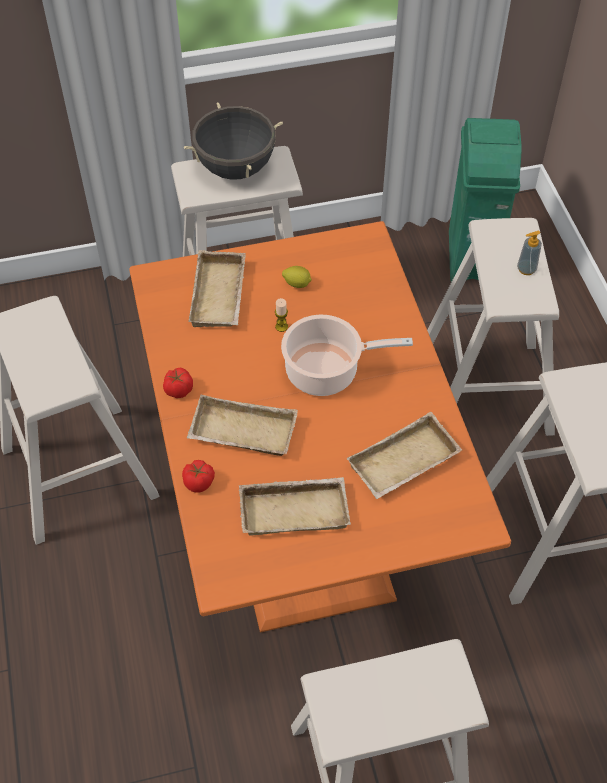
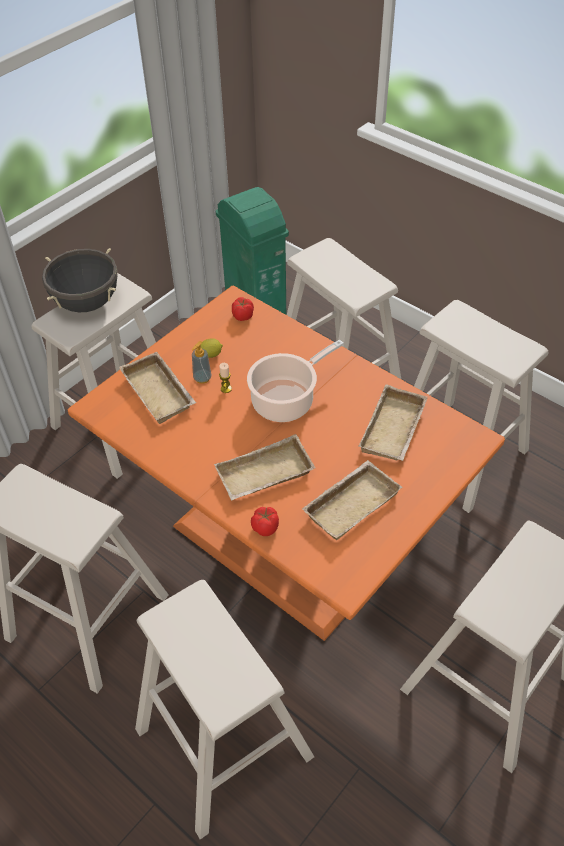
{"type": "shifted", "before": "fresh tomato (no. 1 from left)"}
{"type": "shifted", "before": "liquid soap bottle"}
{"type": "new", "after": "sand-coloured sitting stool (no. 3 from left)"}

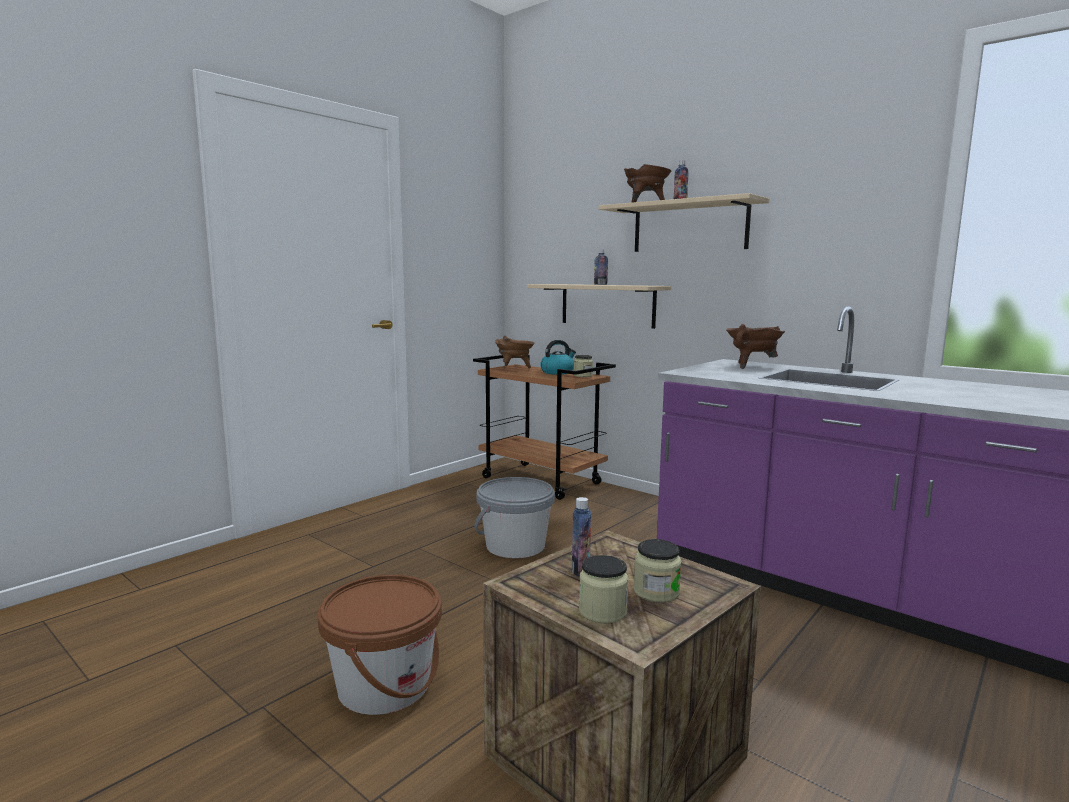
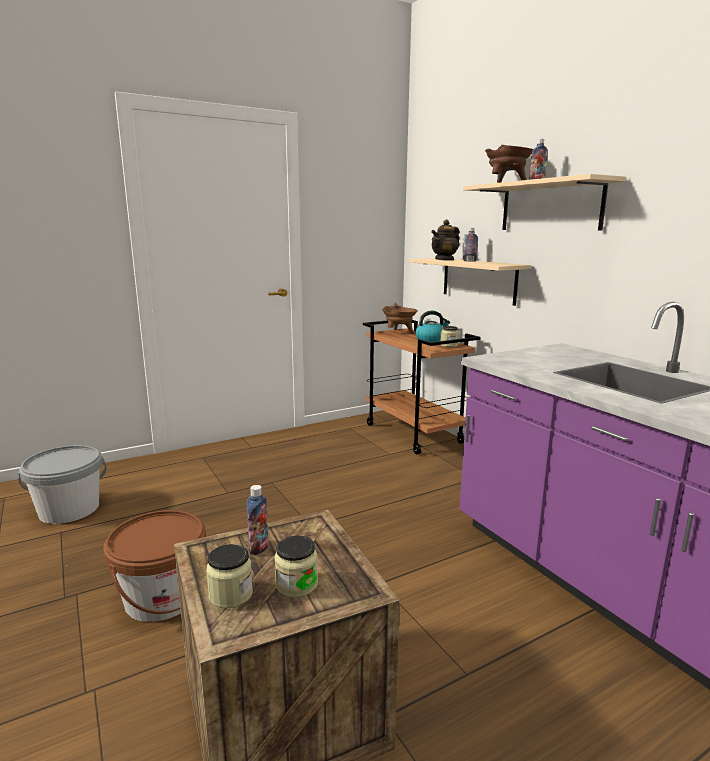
{"type": "shifted", "before": "greyish pail"}
{"type": "gone", "before": "brown stockpot (no. 3 from left)"}
{"type": "new", "after": "tea pot"}

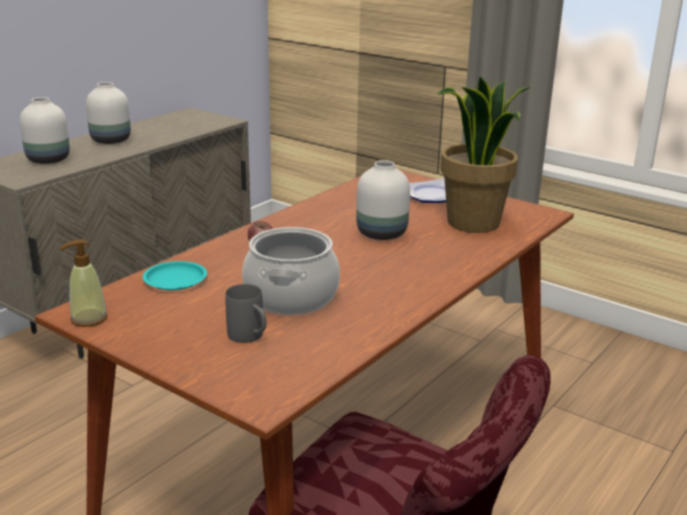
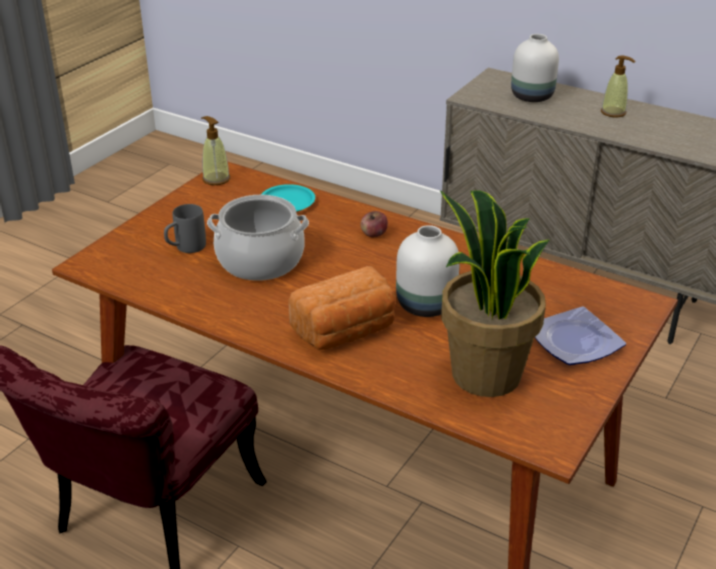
{"type": "swapped", "before": "whitish decorative vase (no. 2 from left)", "after": "liquid soap bottle (no. 2 from left)"}
{"type": "new", "after": "baked bread"}

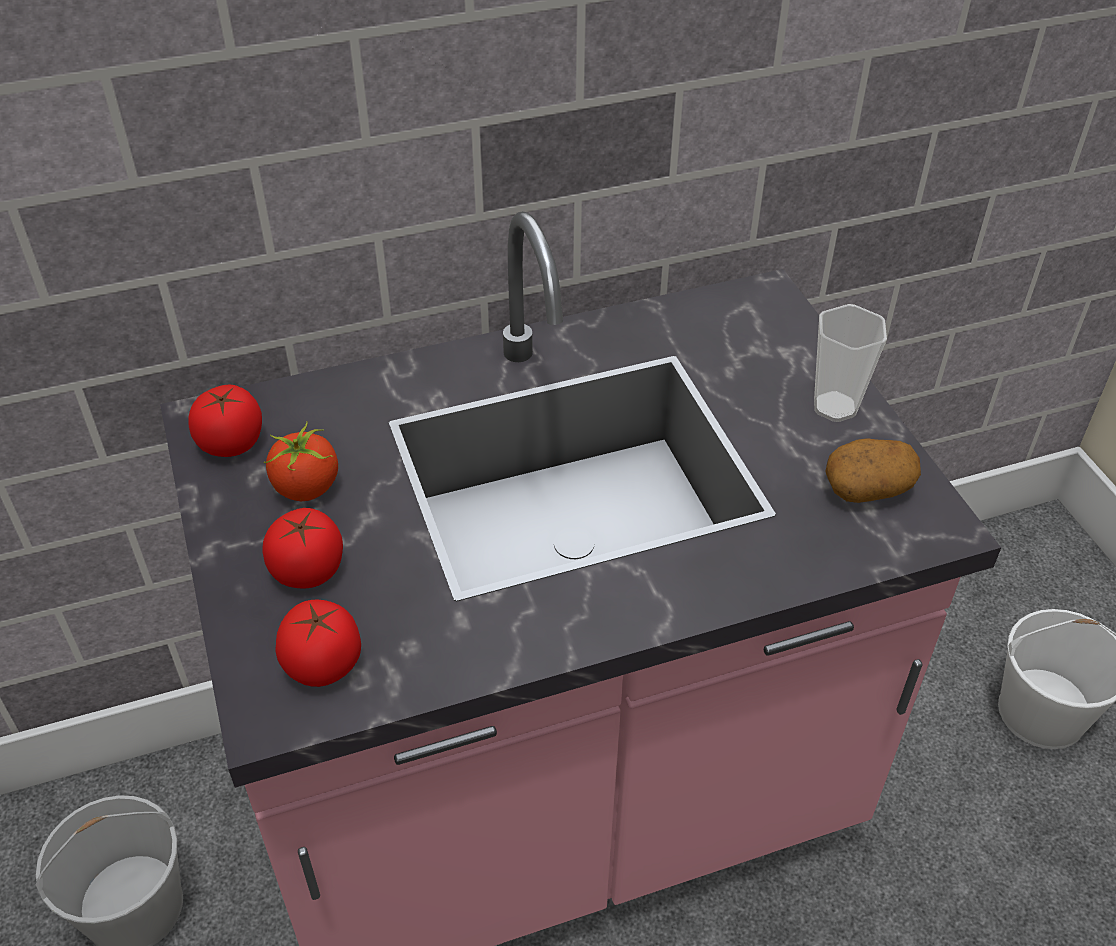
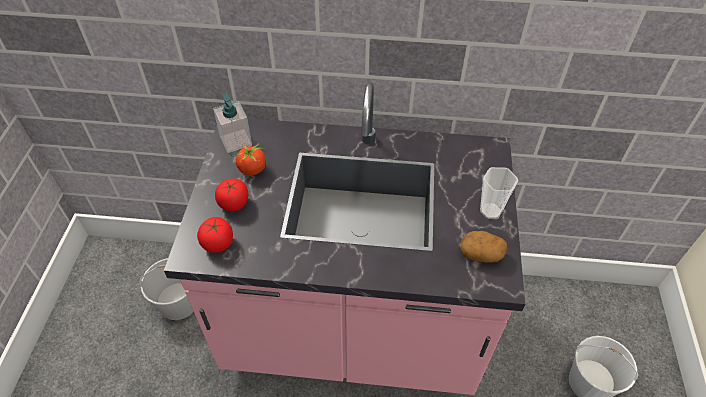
{"type": "swapped", "before": "fresh tomato (no. 1 from left)", "after": "liquid soap bottle"}

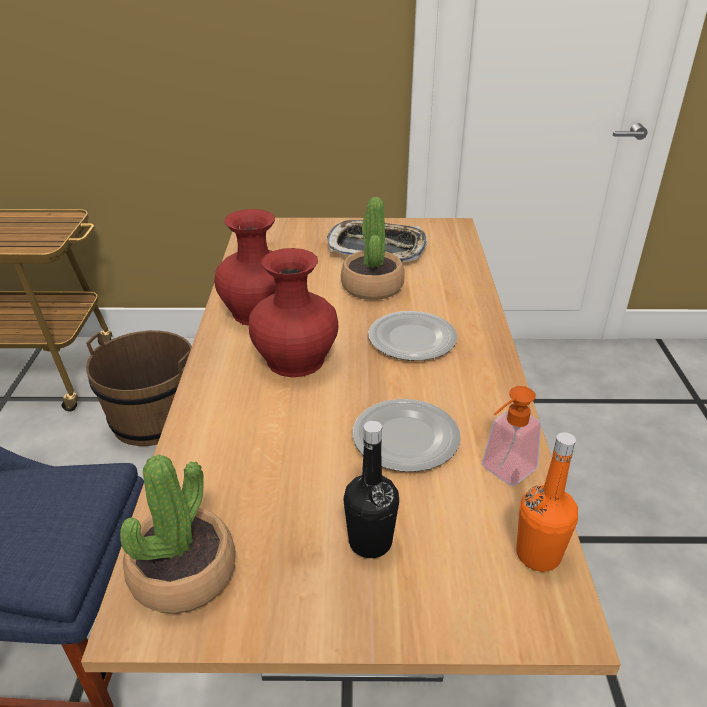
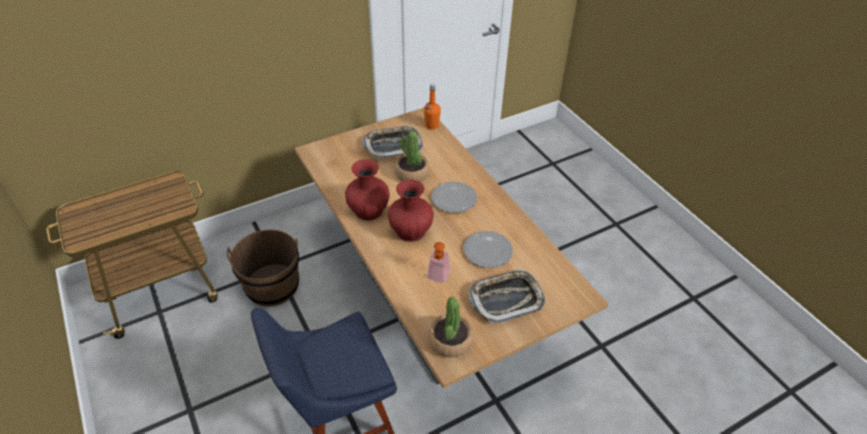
{"type": "swapped", "before": "blackish bottle", "after": "tray (no. 2 from left)"}
{"type": "shifted", "before": "liquid soap bottle"}
{"type": "shifted", "before": "orange-coloured bottle"}

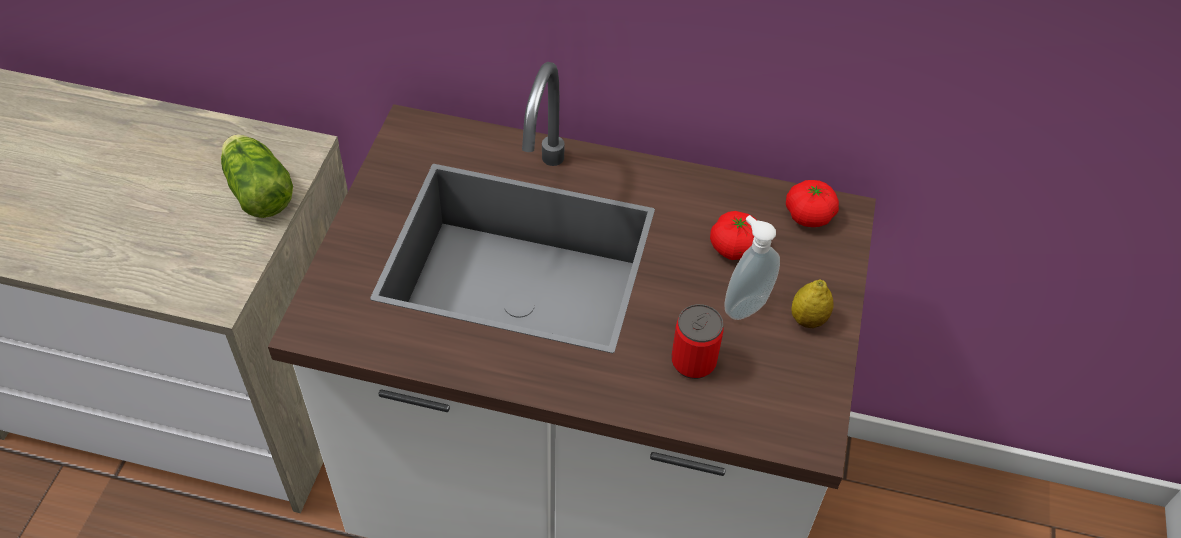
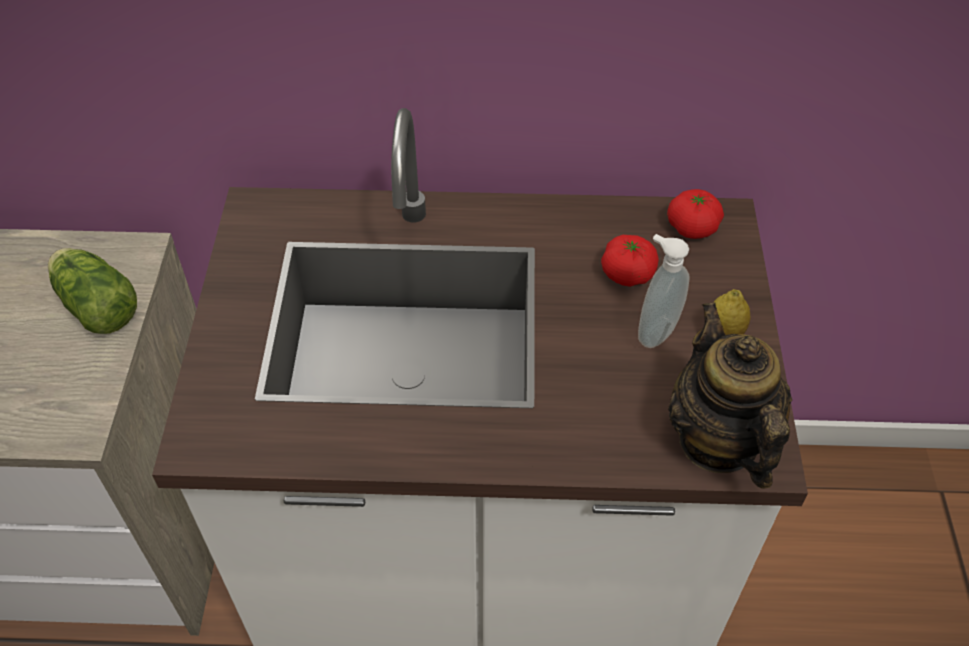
{"type": "gone", "before": "metal can"}
{"type": "new", "after": "tea pot"}

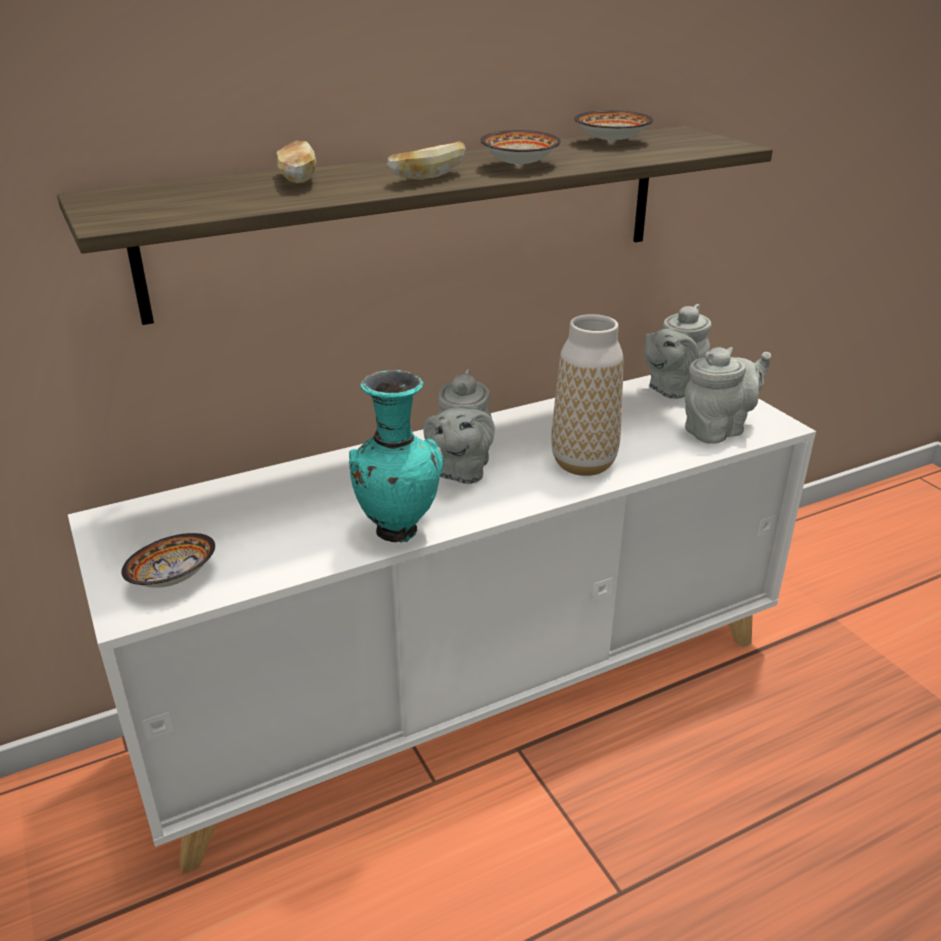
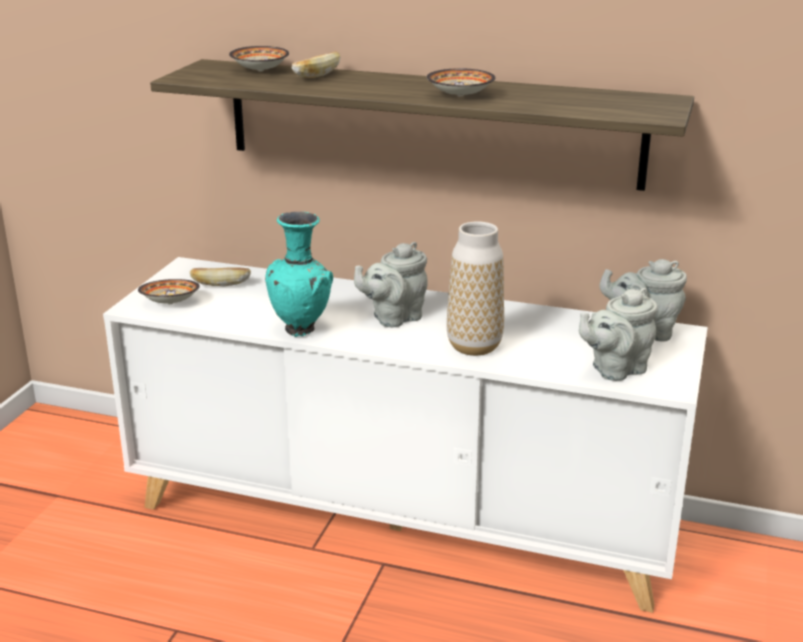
{"type": "shifted", "before": "baked bread (no. 2 from left in the first image)", "after": "baked bread (no. 1 from left)"}
{"type": "shifted", "before": "deep dish (no. 3 from left in the first image)", "after": "deep dish (no. 2 from left)"}
{"type": "rotated", "before": "greyish tea pot (no. 3 from left in the first image)", "turn": 135}

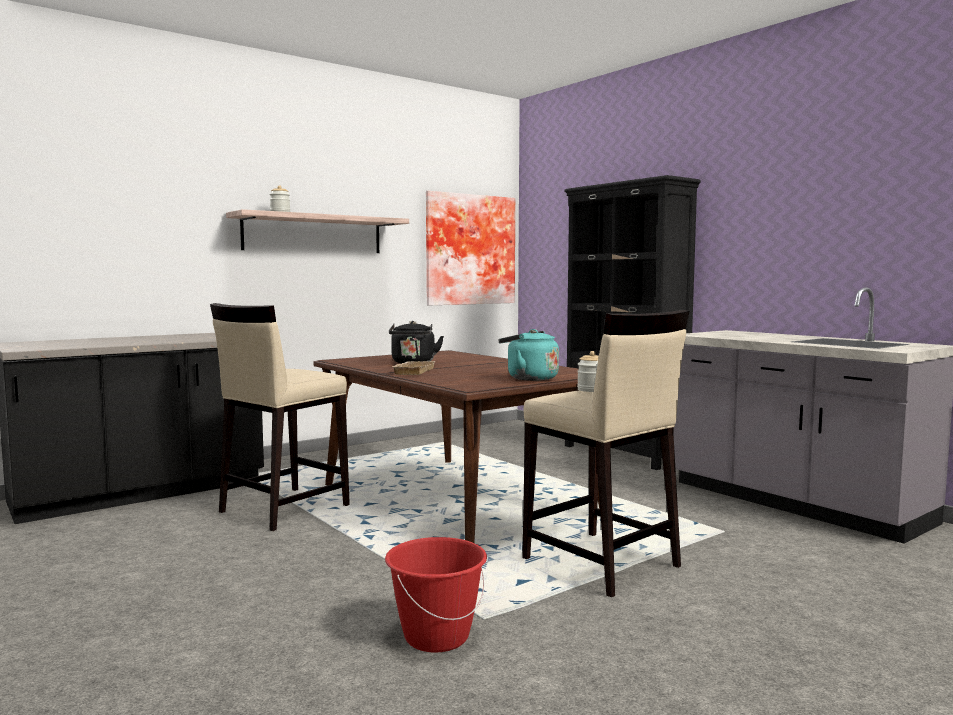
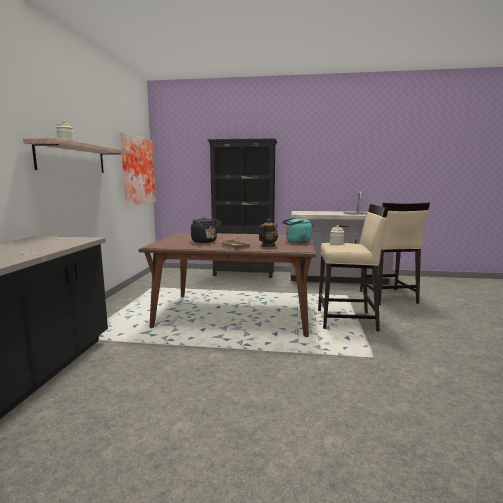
{"type": "shifted", "before": "sand-coloured sitting stool (no. 1 from left in the first image)", "after": "sand-coloured sitting stool (no. 2 from left)"}
{"type": "gone", "before": "red pail"}
{"type": "new", "after": "tea pot"}

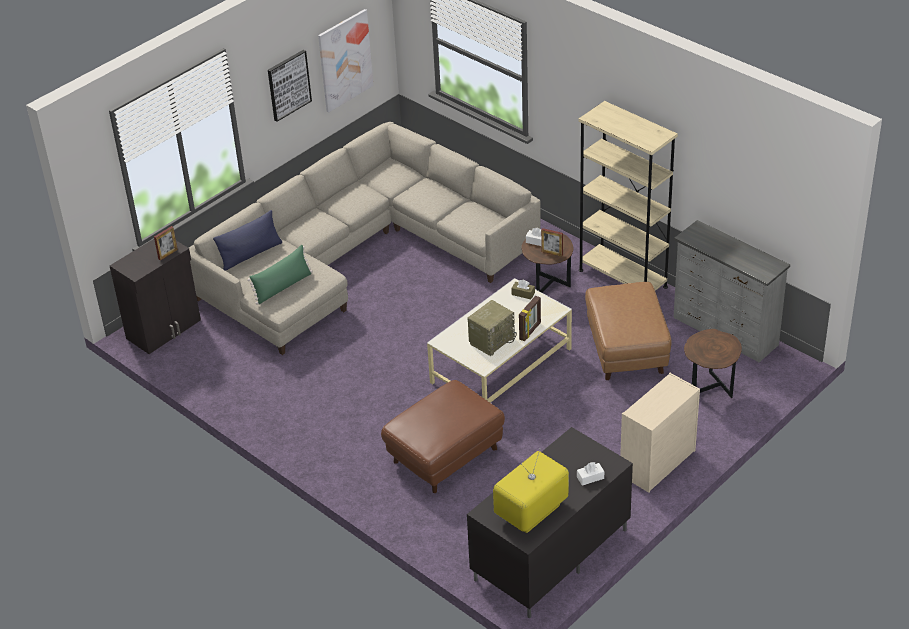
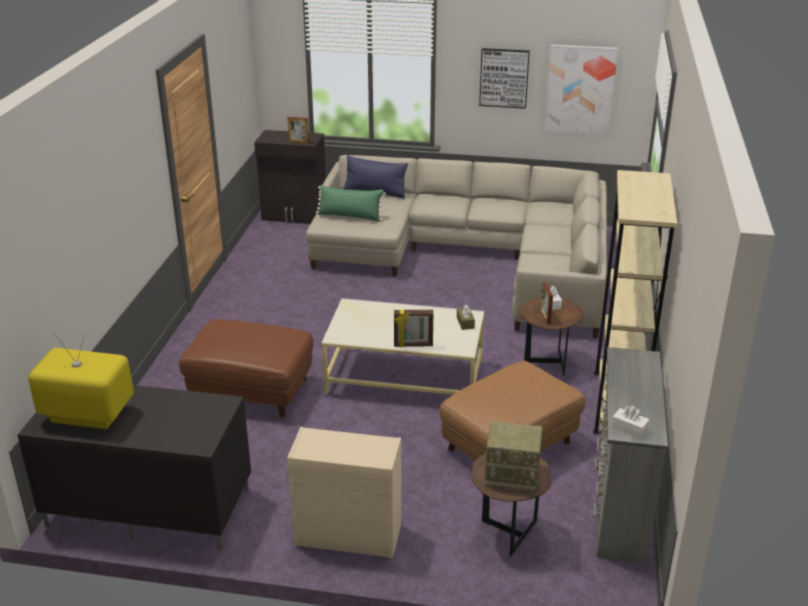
{"type": "shifted", "before": "radio"}
{"type": "shifted", "before": "whitish tissue holder (no. 2 from left)"}

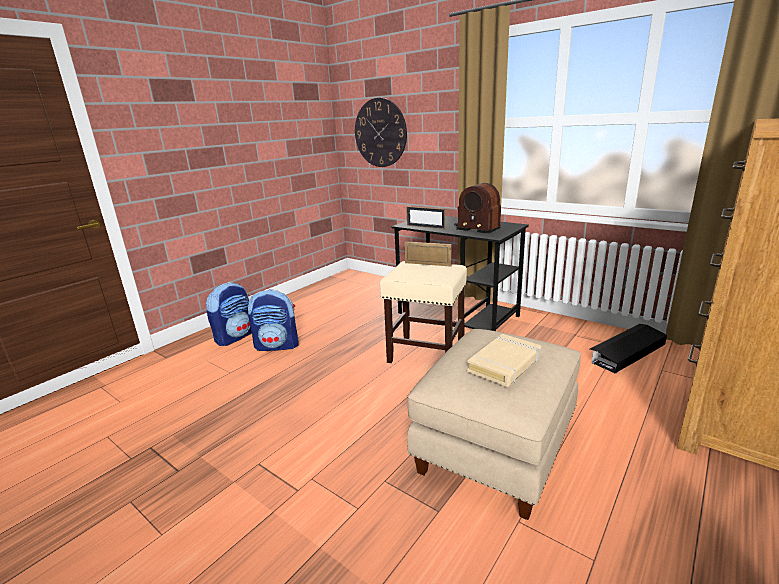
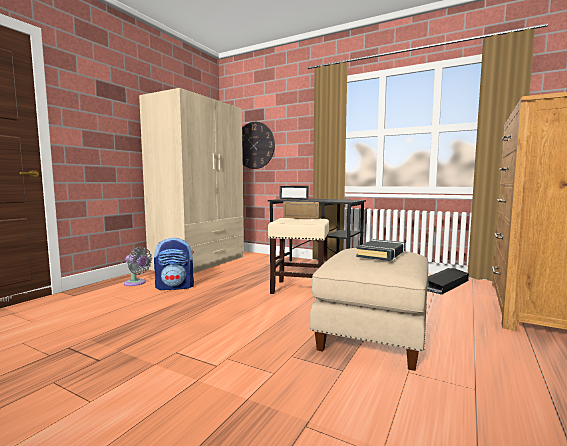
{"type": "swapped", "before": "rucksack (no. 1 from left)", "after": "greyish fan"}
{"type": "gone", "before": "radio"}
{"type": "repainted", "before": "sand-coloured volume", "after": "blackish volume"}
{"type": "new", "after": "sand-coloured clothes cupboard"}

